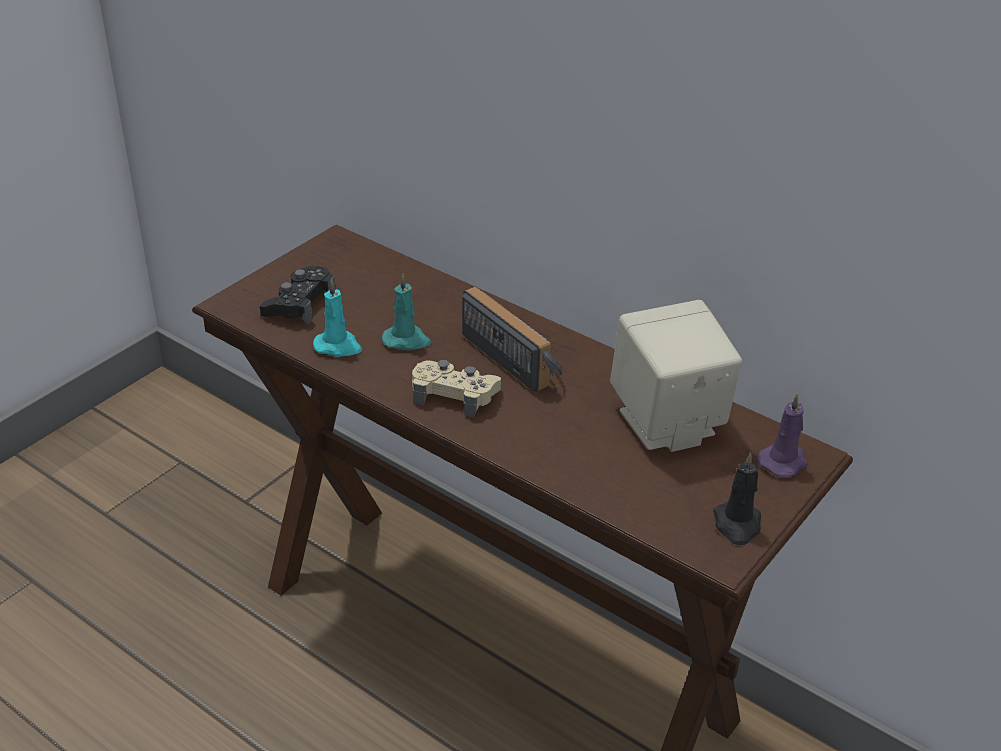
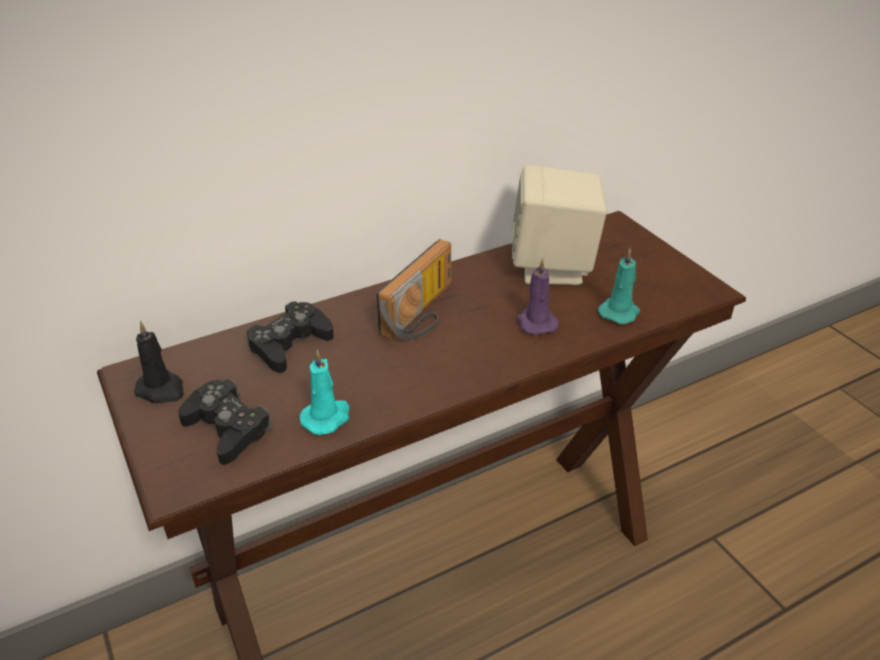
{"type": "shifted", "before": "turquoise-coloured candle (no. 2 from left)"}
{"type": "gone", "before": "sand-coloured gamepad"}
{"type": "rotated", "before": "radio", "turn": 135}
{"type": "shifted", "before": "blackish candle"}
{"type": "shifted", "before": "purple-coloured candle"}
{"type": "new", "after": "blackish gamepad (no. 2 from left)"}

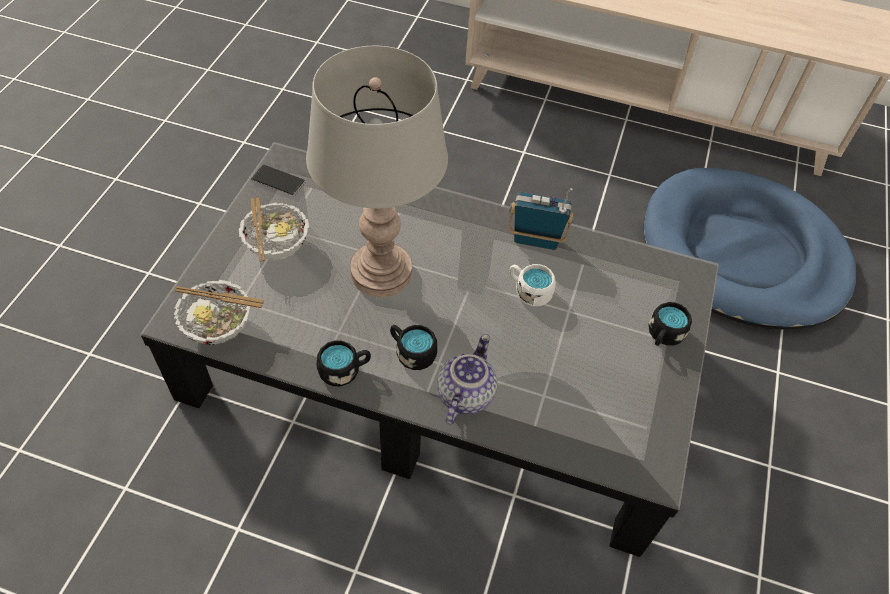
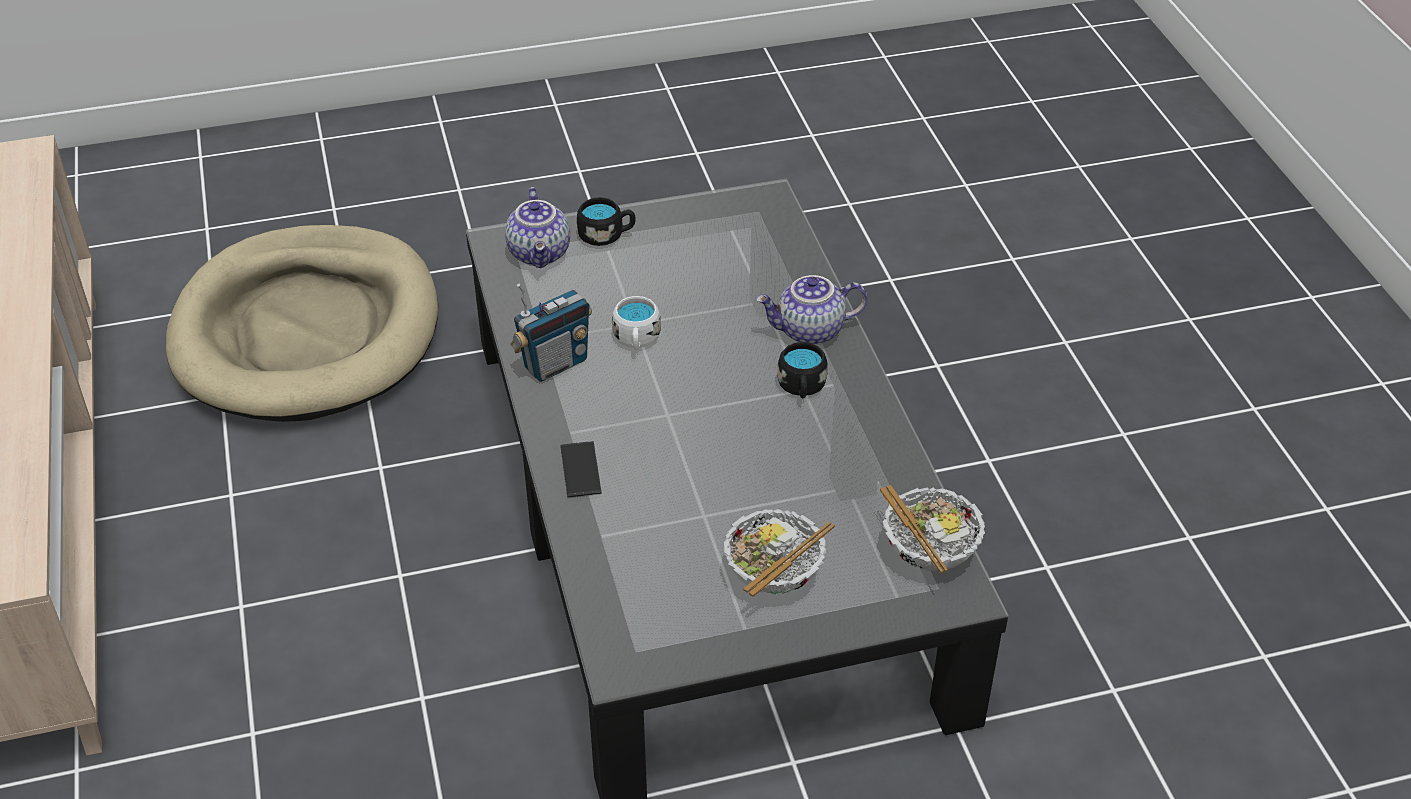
{"type": "shifted", "before": "phone"}
{"type": "gone", "before": "greyish table lamp"}
{"type": "gone", "before": "blackish mug (no. 1 from left)"}
{"type": "rotated", "before": "radio", "turn": -105}
{"type": "repainted", "before": "blue dog cushion", "after": "sand-coloured dog cushion"}
{"type": "new", "after": "tea pot (no. 1 from left)"}

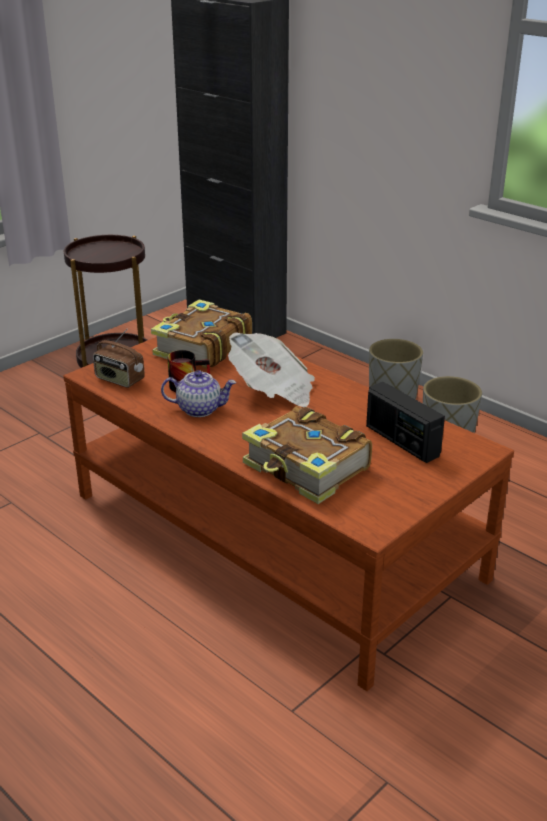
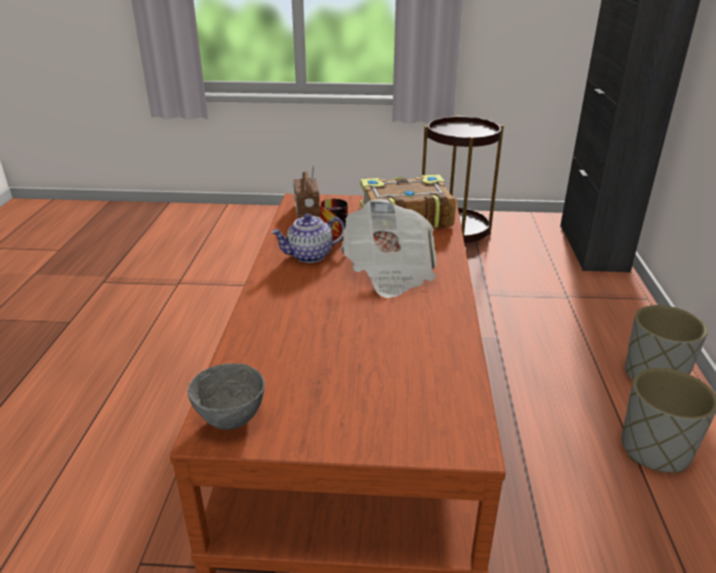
{"type": "rotated", "before": "tea pot", "turn": 105}
{"type": "gone", "before": "volume (no. 2 from left)"}
{"type": "gone", "before": "radio (no. 2 from left)"}
{"type": "new", "after": "greyish deep dish"}

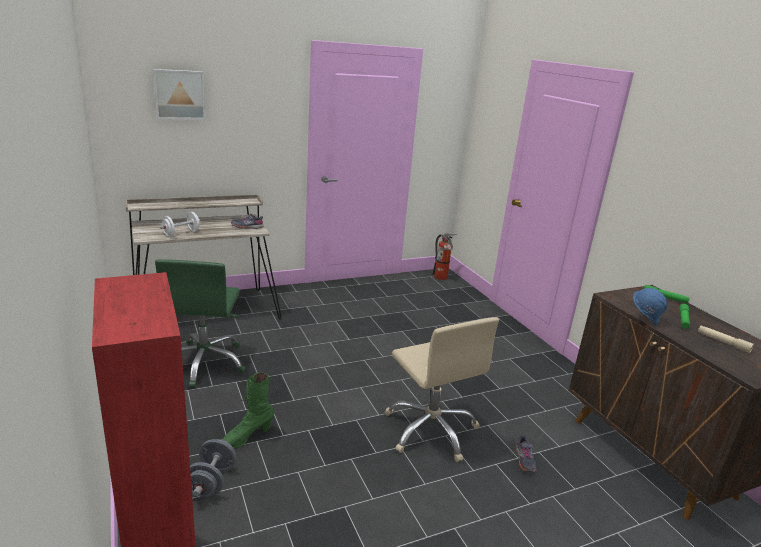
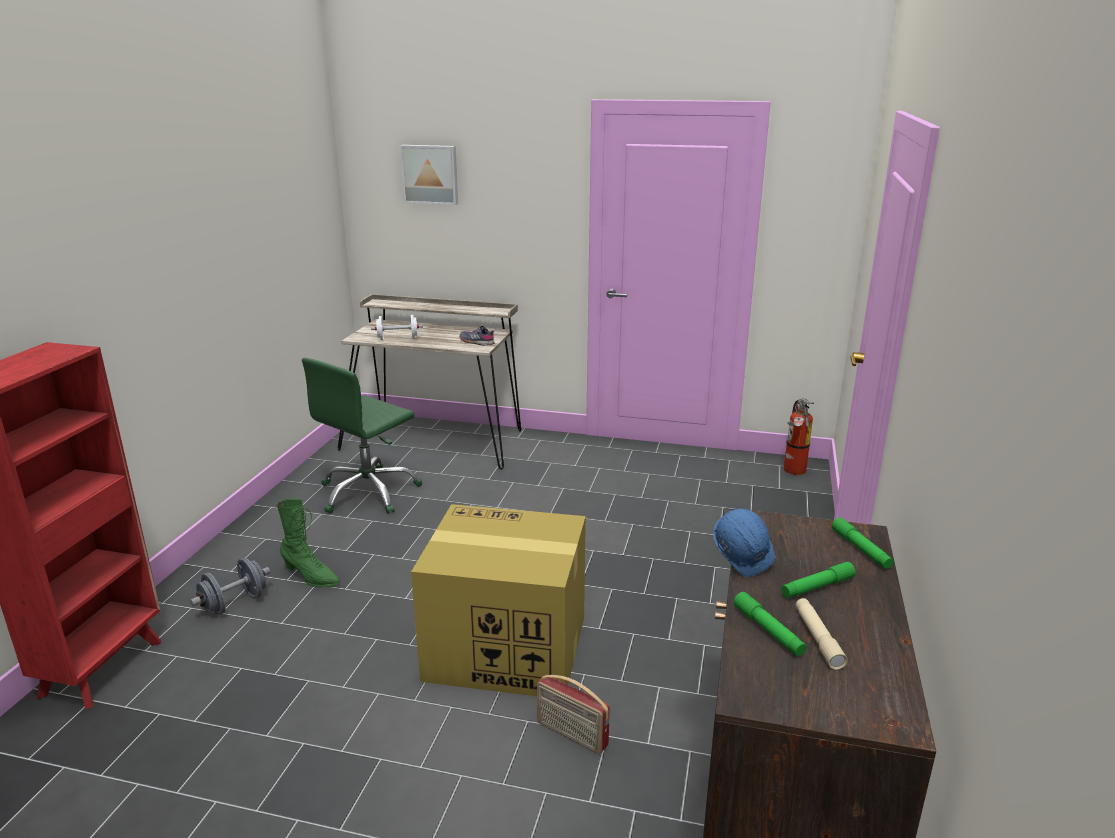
{"type": "rotated", "before": "greenish high-top boot", "turn": -150}
{"type": "swapped", "before": "sand-coloured desk chair", "after": "packing box"}
{"type": "swapped", "before": "greyish shoe (no. 2 from left)", "after": "radio"}
{"type": "new", "after": "greenish hand torch (no. 1 from left)"}

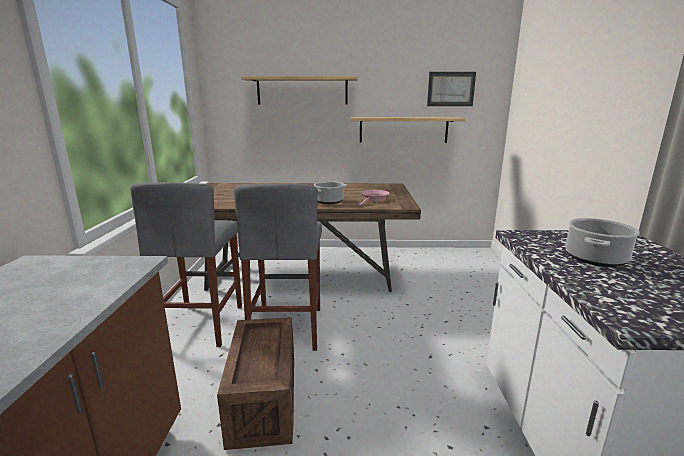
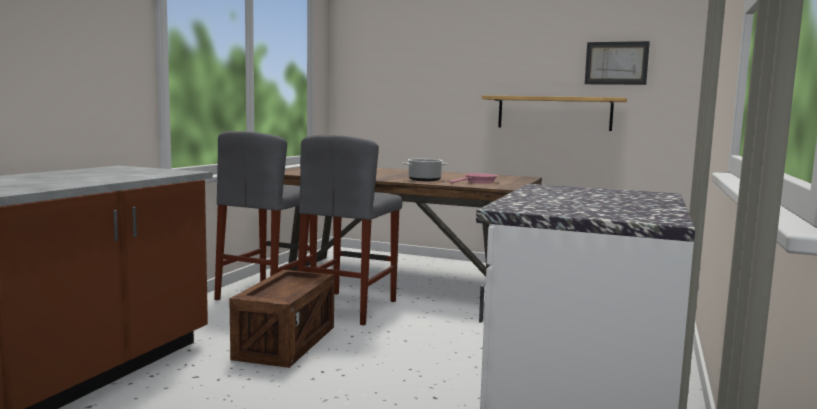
{"type": "gone", "before": "bracket shelf (no. 1 from left)"}
{"type": "gone", "before": "stockpot (no. 2 from left)"}

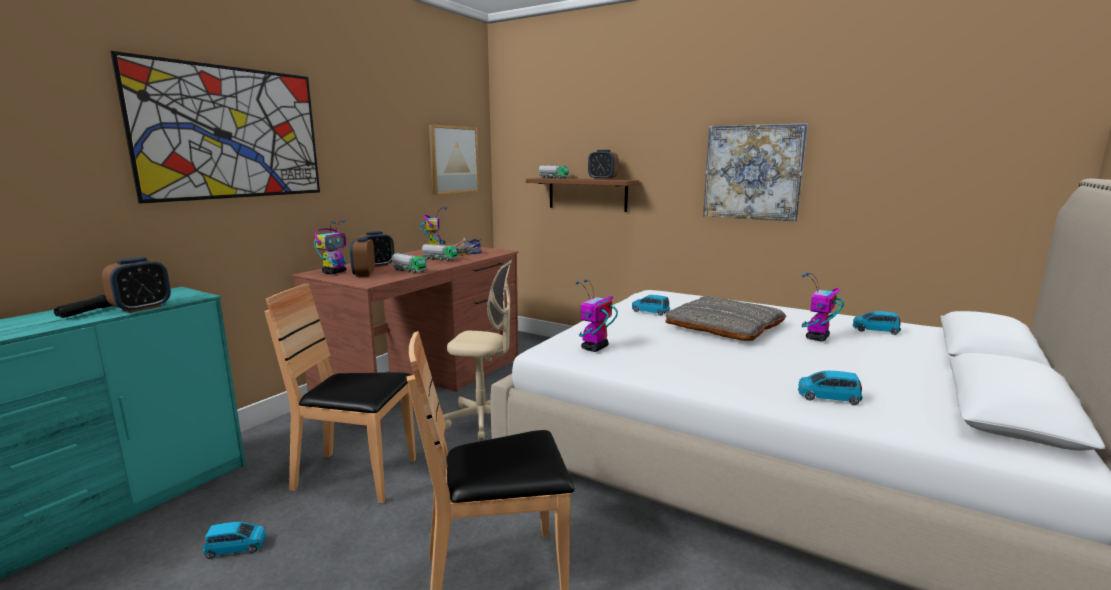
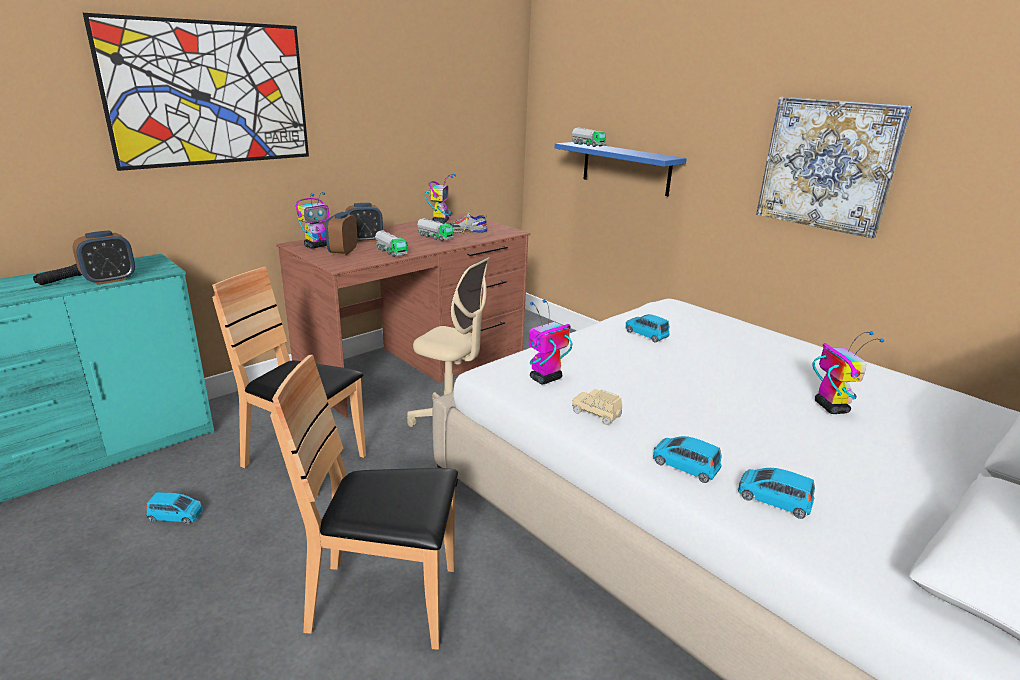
{"type": "gone", "before": "wall picture (no. 2 from left)"}
{"type": "repainted", "before": "brown bracket shelf", "after": "blue bracket shelf"}
{"type": "gone", "before": "table clock (no. 4 from left)"}
{"type": "gone", "before": "greyish pillow"}
{"type": "rotated", "before": "model robot (no. 4 from left)", "turn": 120}
{"type": "shifted", "before": "blue model car (no. 4 from left in the first image)", "after": "blue model car (no. 3 from left)"}
{"type": "new", "after": "sand-coloured model car"}

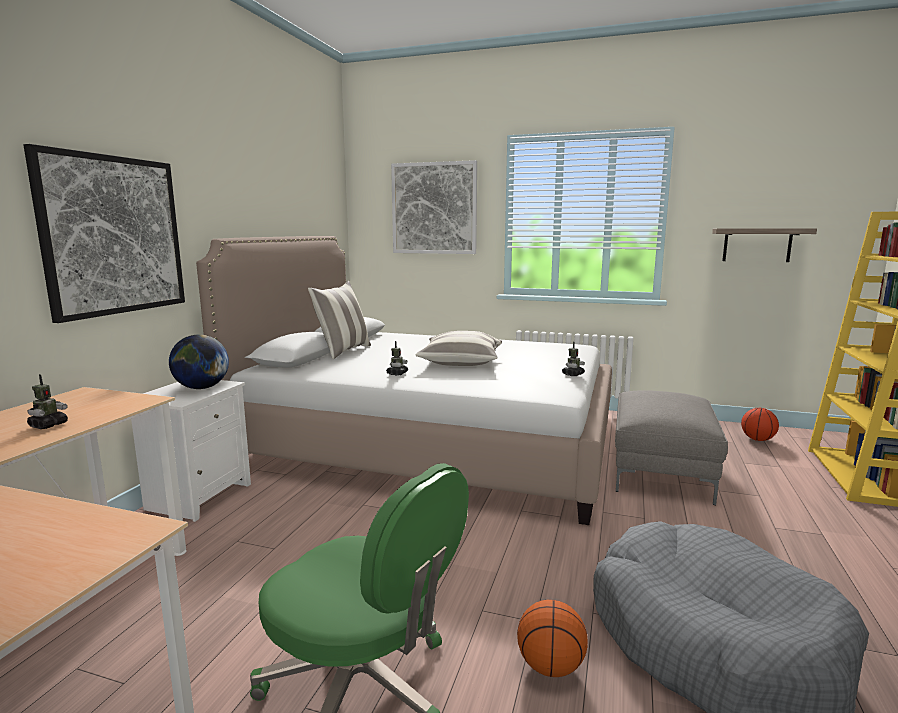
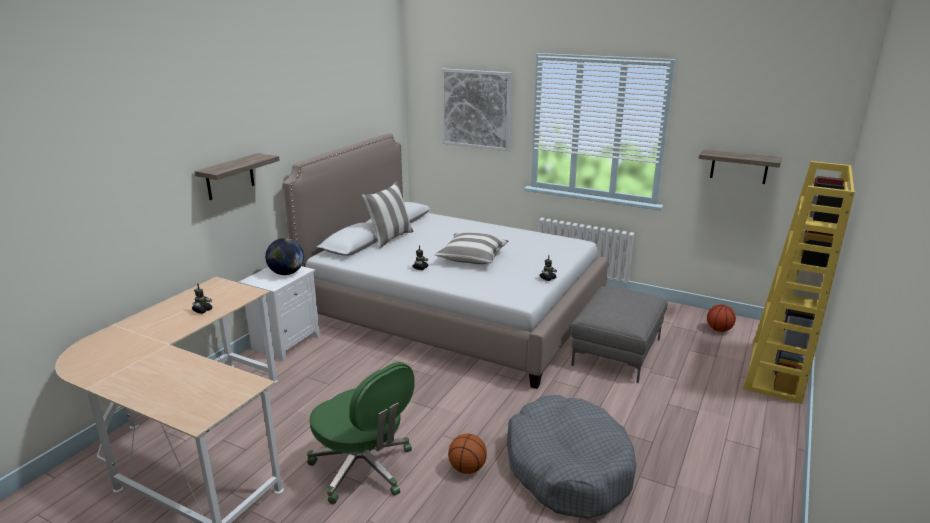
{"type": "swapped", "before": "wall picture (no. 1 from left)", "after": "bracket shelf (no. 1 from left)"}

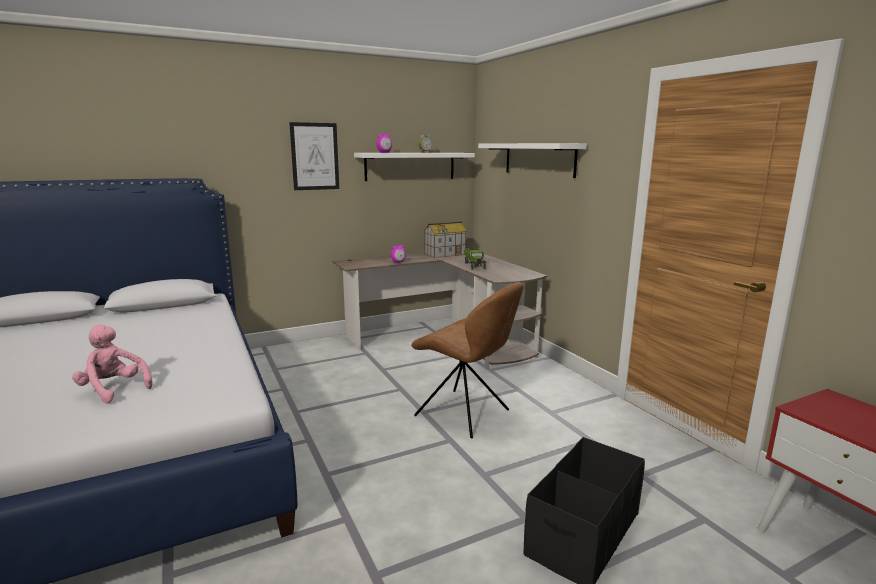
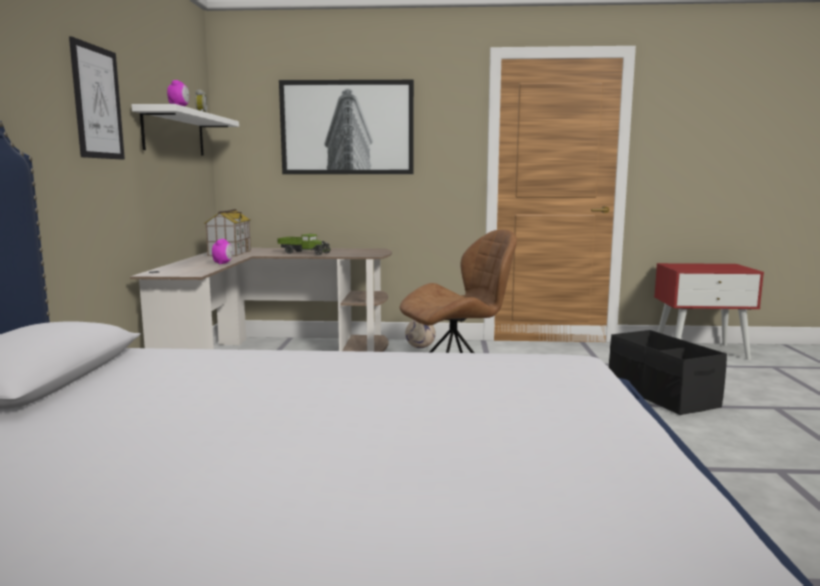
{"type": "gone", "before": "pink-coloured soft toy"}
{"type": "swapped", "before": "whitish bracket shelf (no. 2 from left)", "after": "wall picture (no. 2 from left)"}
{"type": "new", "after": "football"}

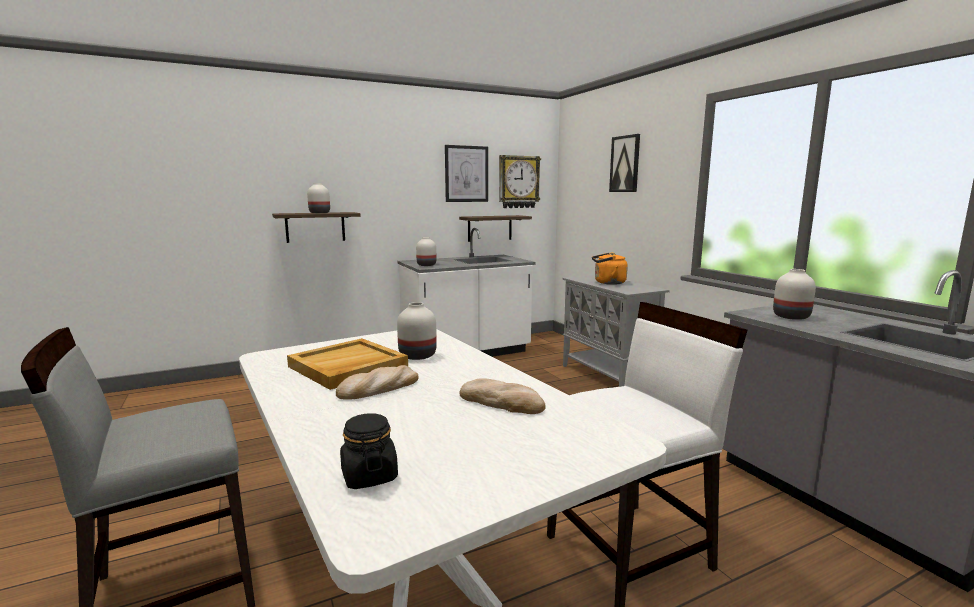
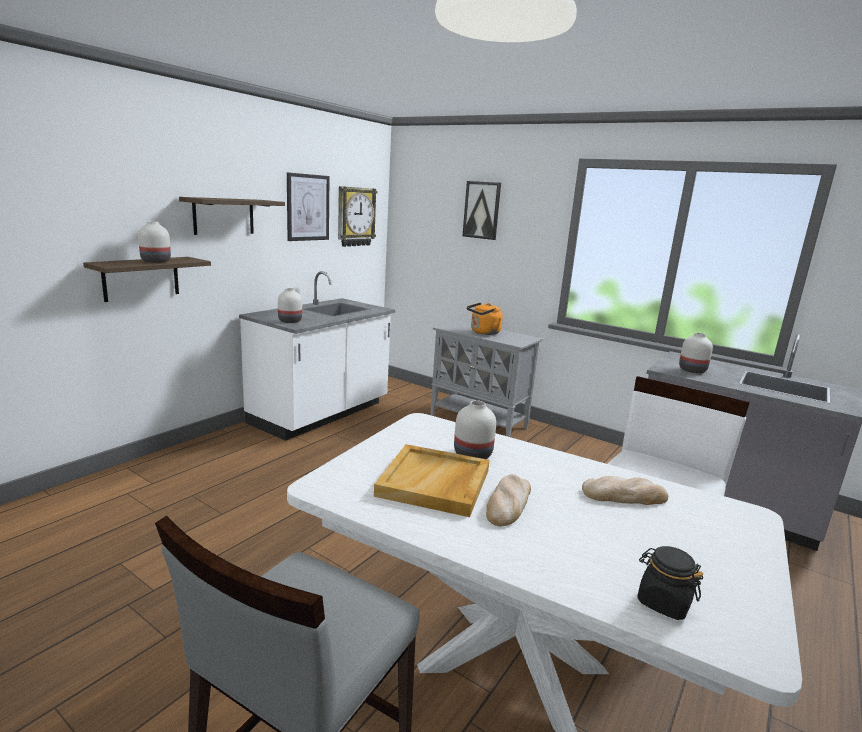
{"type": "shifted", "before": "bracket shelf (no. 2 from left)"}

